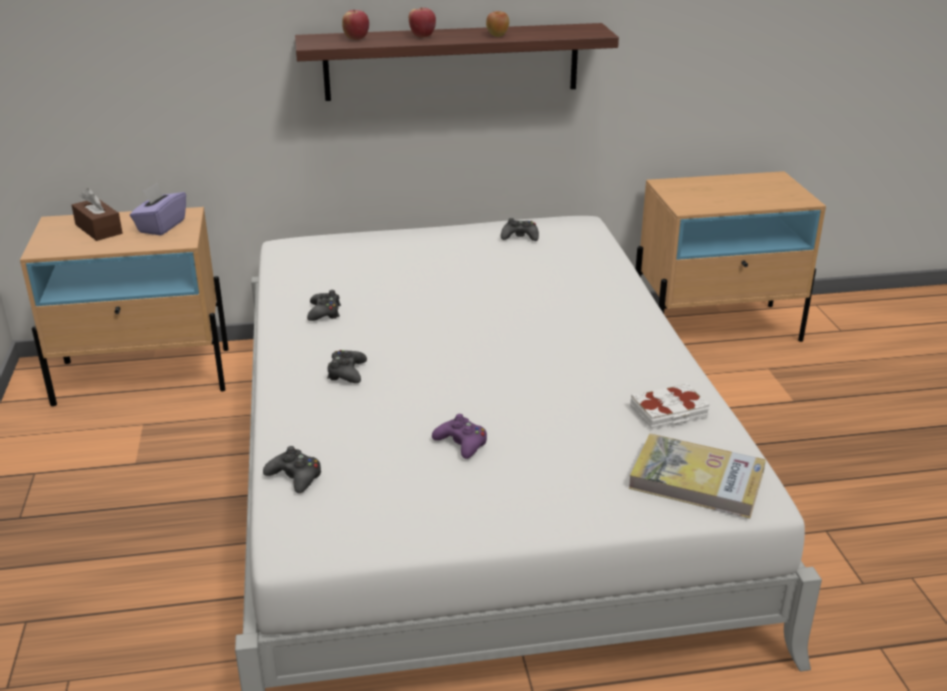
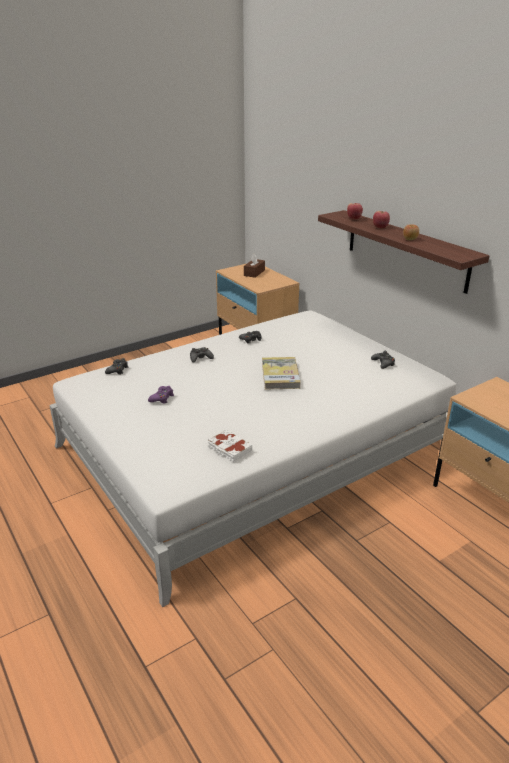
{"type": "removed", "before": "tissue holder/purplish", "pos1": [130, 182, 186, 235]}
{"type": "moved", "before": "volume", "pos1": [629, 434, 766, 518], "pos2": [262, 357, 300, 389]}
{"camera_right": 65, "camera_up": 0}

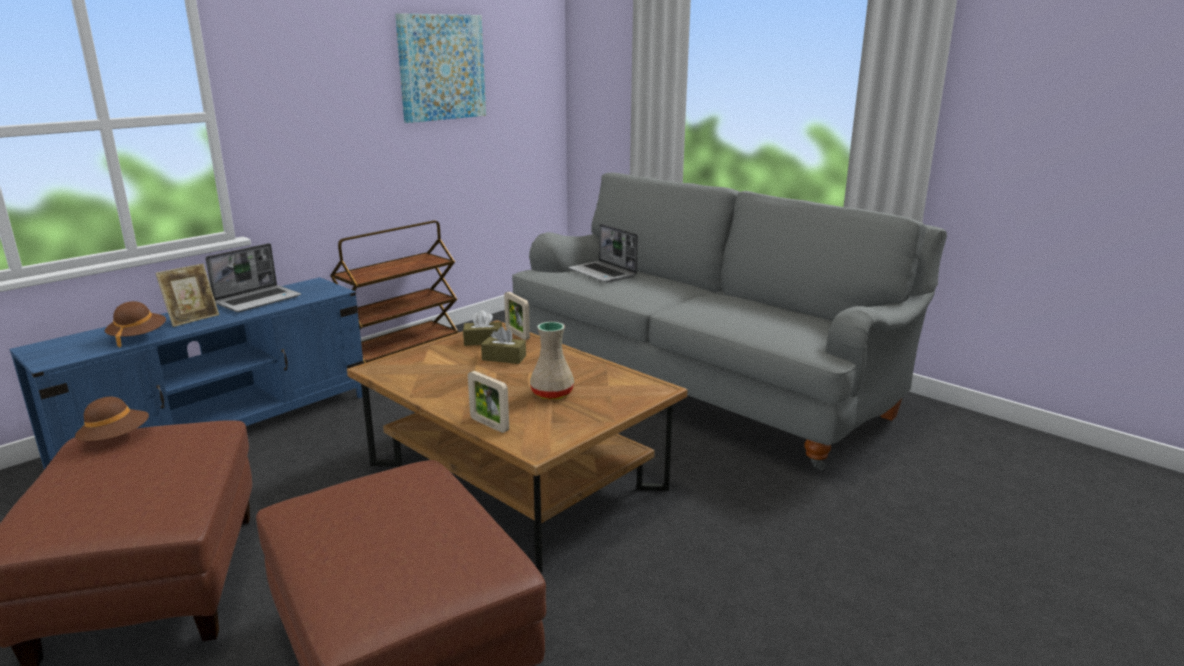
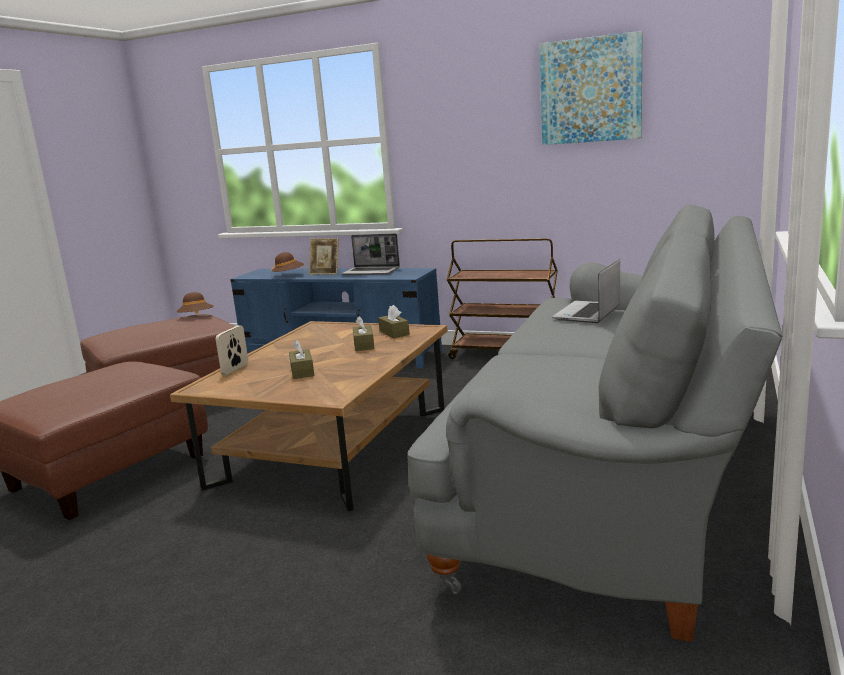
{"type": "removed", "before": "photo frame", "pos1": [504, 292, 530, 340]}
{"type": "replaced", "before": "vase/sand-coloured", "after": "tissue holder/brown-coloured", "pos1": [530, 322, 574, 400], "pos2": [289, 340, 314, 379]}
{"camera_right": 70, "camera_up": -5}

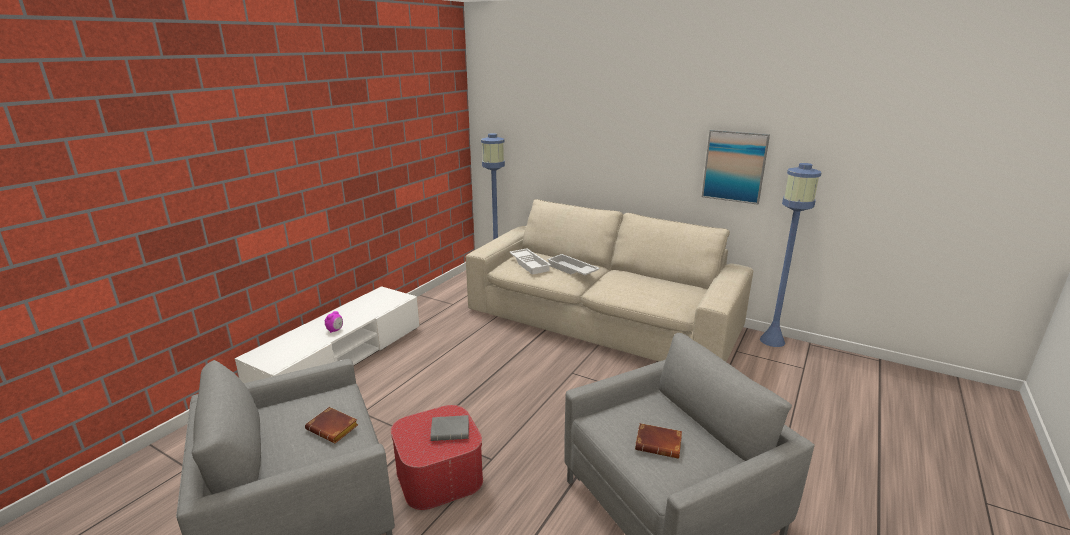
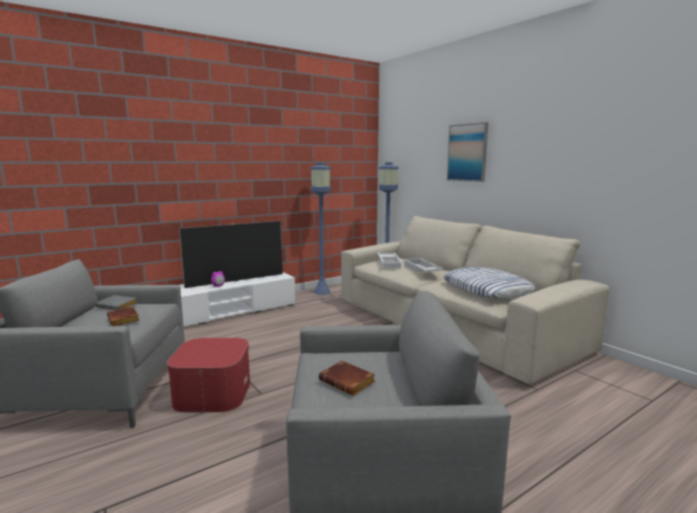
{"type": "moved", "before": "volume/greyish", "pos1": [430, 415, 469, 441], "pos2": [96, 295, 138, 310]}
{"type": "moved", "before": "picture", "pos1": [702, 130, 770, 205], "pos2": [447, 122, 488, 182]}
{"type": "moved", "before": "floor lamp/blue", "pos1": [760, 163, 822, 347], "pos2": [310, 162, 331, 295]}
{"type": "added", "after": "TV set", "pos2": [179, 221, 283, 288]}
{"type": "added", "after": "cushion", "pos2": [443, 267, 535, 299]}
{"camera_right": 25, "camera_up": -10}

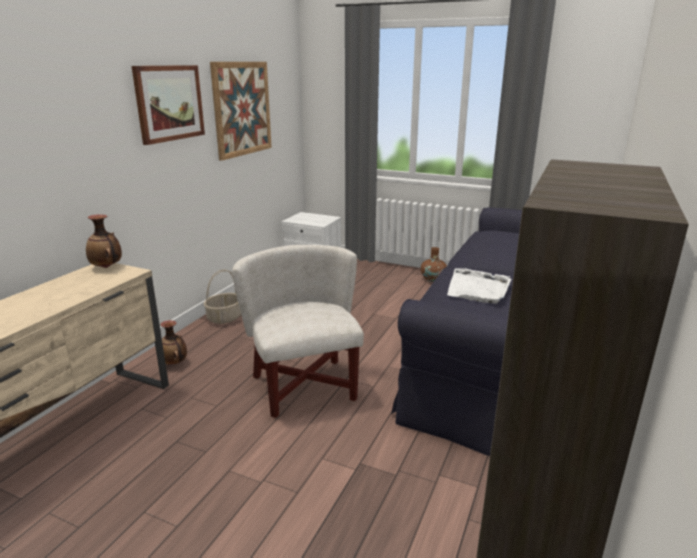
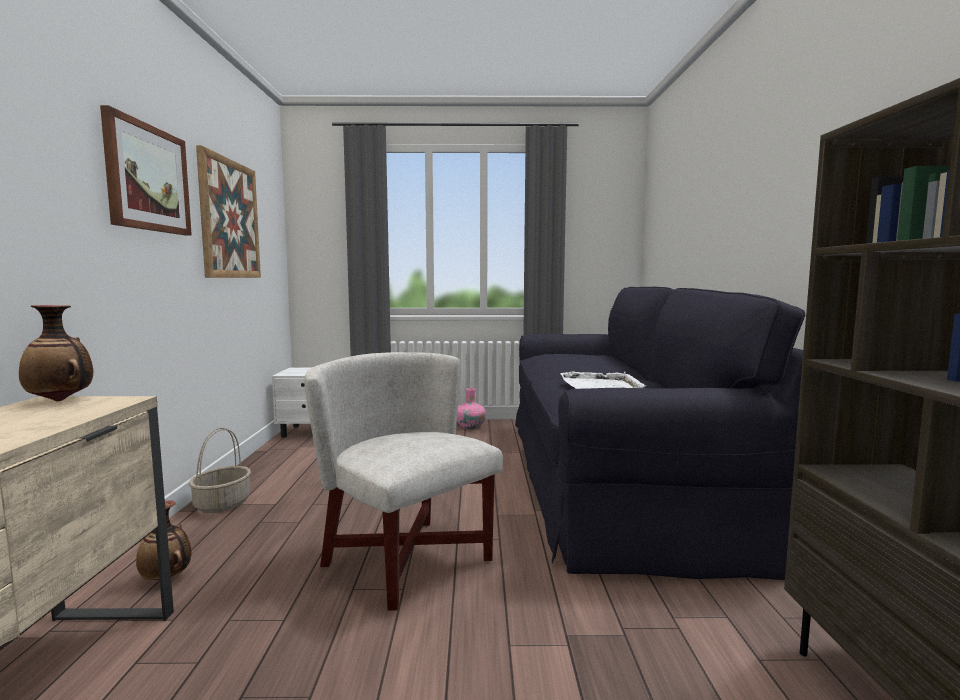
{"type": "recoloured", "before": "vase/brown-coloured", "after": "vase/pinkish", "pos1": [421, 247, 447, 282], "pos2": [457, 388, 486, 429]}
{"camera_right": -25, "camera_up": -15}

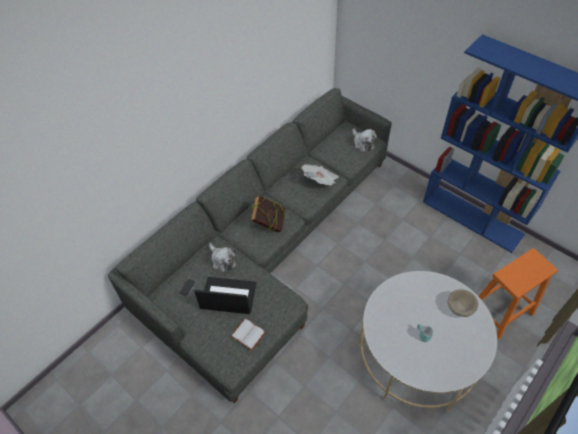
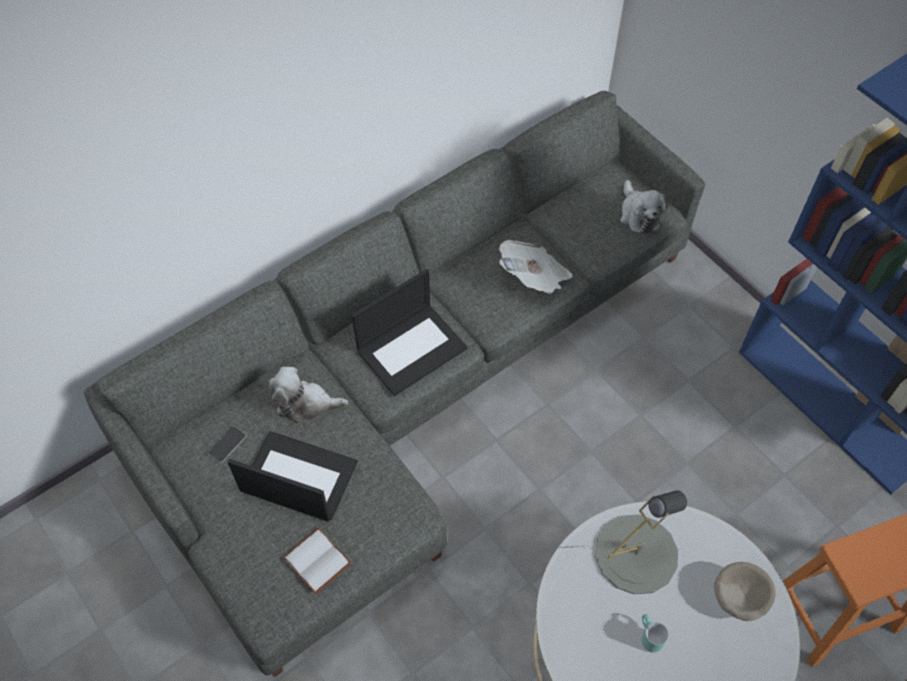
{"type": "turned", "before": "cuddly toy", "pos1": [209, 243, 236, 272], "pos2": [268, 367, 348, 423], "turn": 120}
{"type": "replaced", "before": "volume", "after": "notebook computer", "pos1": [251, 196, 286, 232], "pos2": [352, 269, 468, 396]}
{"type": "added", "after": "table lamp/greyish", "pos2": [595, 490, 687, 594]}
{"camera_right": 10, "camera_up": 5}

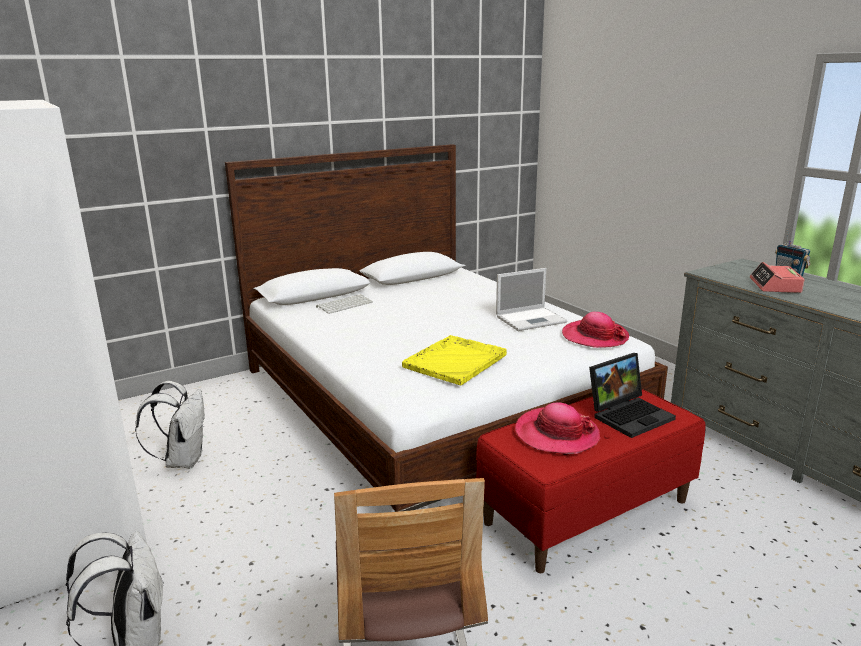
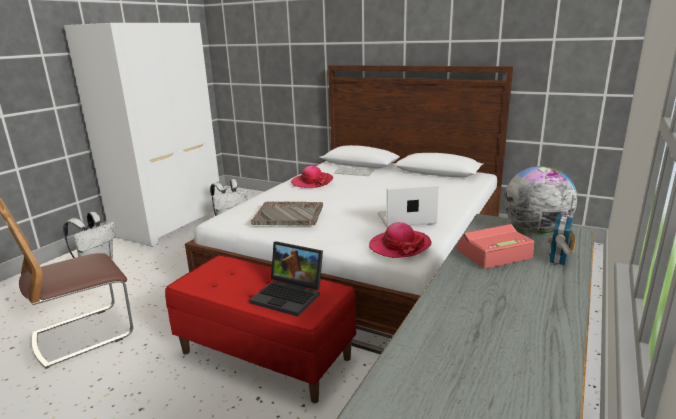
{"type": "recoloured", "before": "serving tray/yellow-coloured", "after": "serving tray/greyish", "pos1": [402, 335, 507, 385], "pos2": [251, 202, 323, 226]}
{"type": "turned", "before": "notebook computer", "pos1": [496, 268, 567, 331], "pos2": [378, 184, 439, 228], "turn": 135}
{"type": "moved", "before": "hat", "pos1": [515, 402, 600, 454], "pos2": [291, 166, 333, 188]}
{"type": "added", "after": "globe", "pos2": [504, 166, 578, 234]}
{"camera_right": 60, "camera_up": 0}

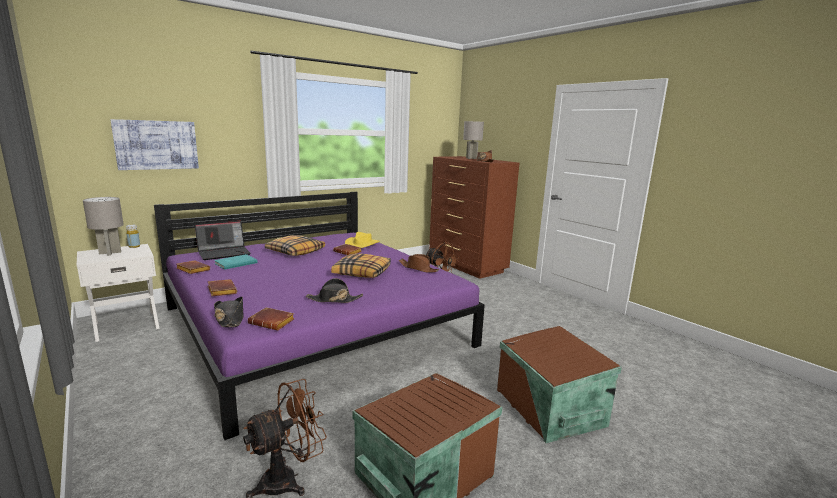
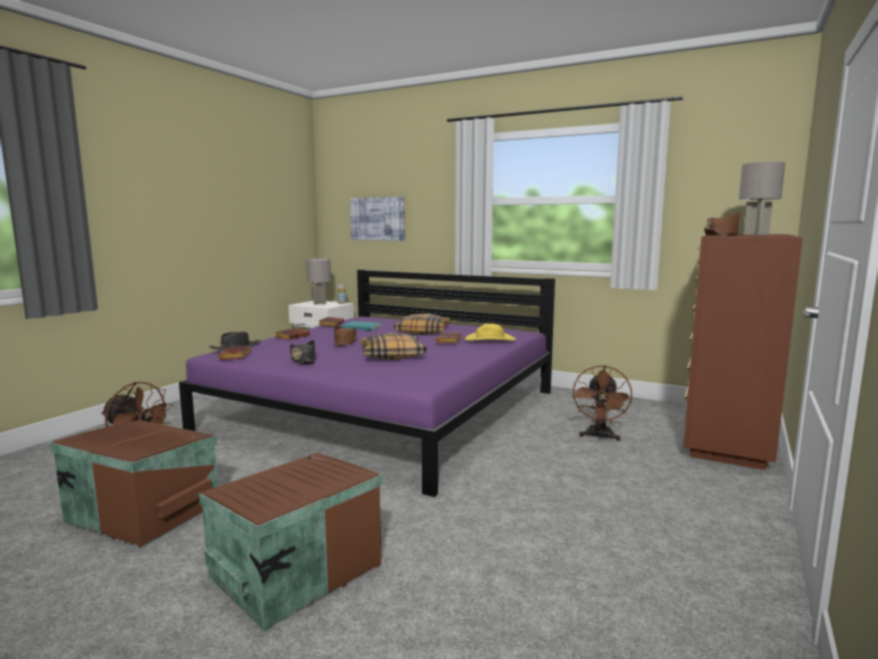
{"type": "removed", "before": "notebook computer", "pos1": [195, 221, 251, 260]}
{"type": "moved", "before": "hat/brown-coloured", "pos1": [399, 254, 439, 273], "pos2": [334, 325, 357, 346]}
{"camera_right": 65, "camera_up": -5}

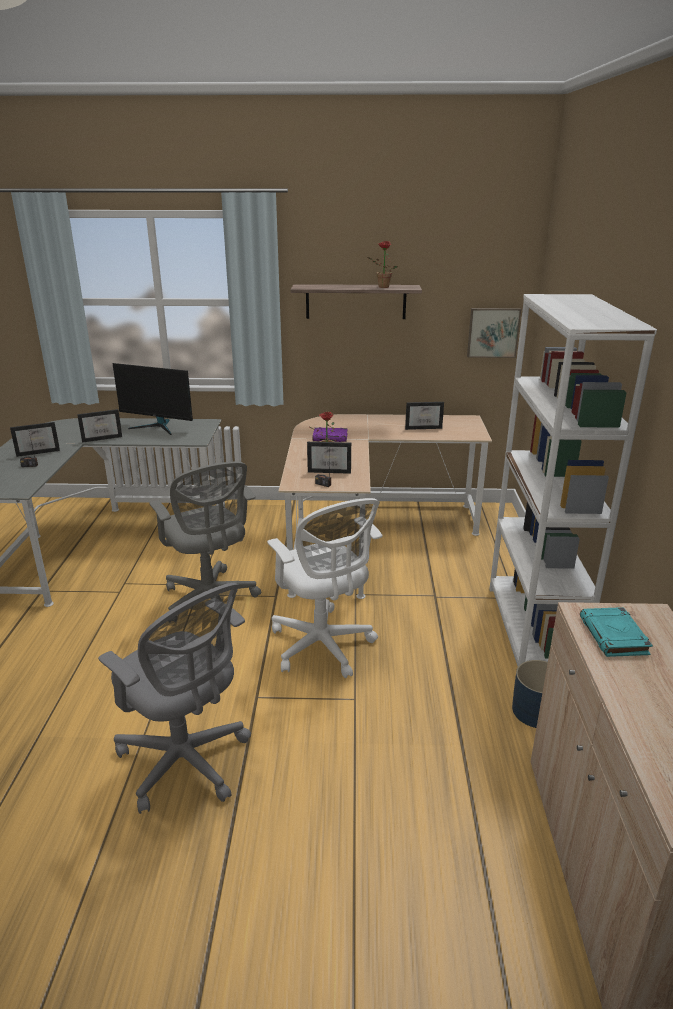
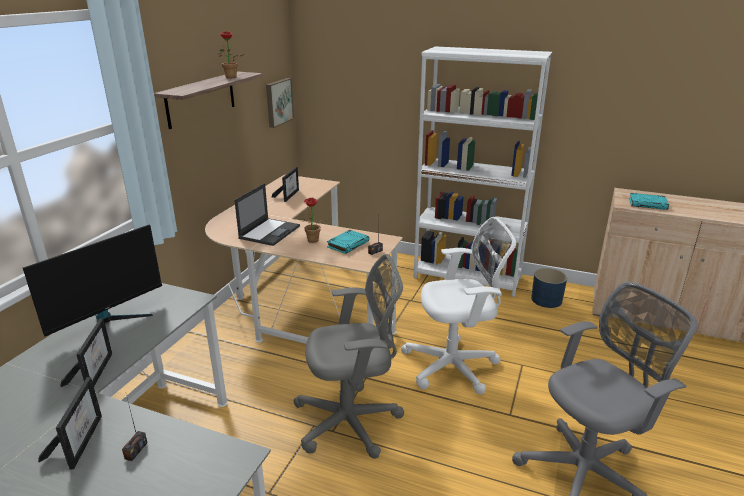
{"type": "replaced", "before": "photo frame", "after": "volume/turquoise-coloured", "pos1": [307, 442, 351, 474], "pos2": [327, 230, 369, 254]}
{"type": "replaced", "before": "volume/purplish", "after": "notebook computer", "pos1": [313, 427, 348, 442], "pos2": [234, 183, 300, 246]}
{"camera_right": -70, "camera_up": 0}

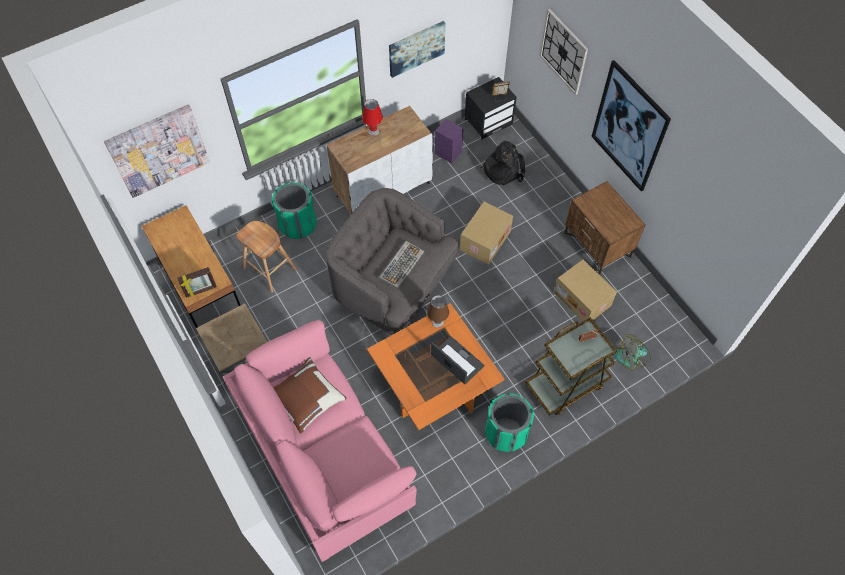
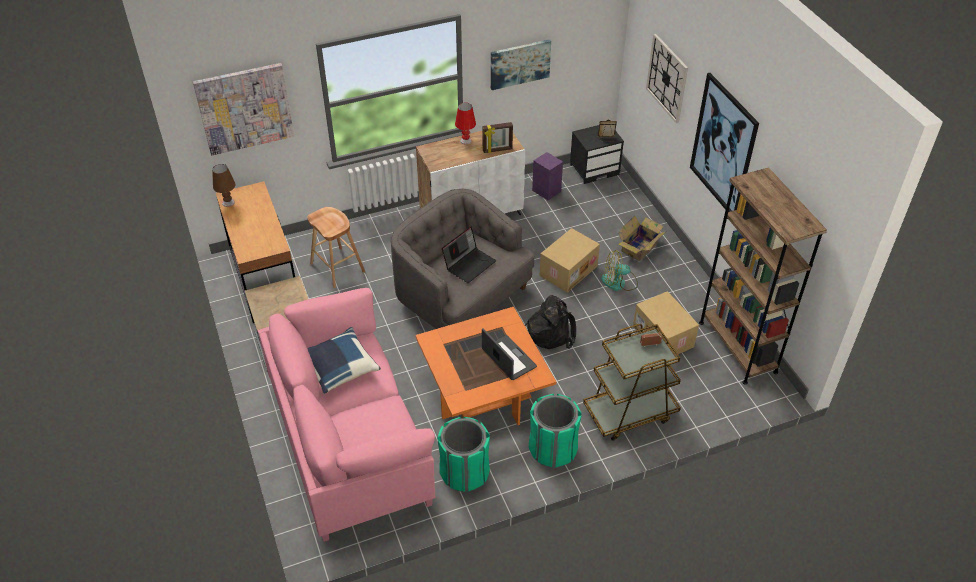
{"type": "moved", "before": "photo frame", "pos1": [177, 267, 217, 298], "pos2": [483, 122, 513, 153]}
{"type": "moved", "before": "rubbish bin/greenish", "pos1": [272, 182, 317, 239], "pos2": [437, 417, 490, 492]}
{"type": "recoloured", "before": "cushion/brown-coloured", "after": "cushion/blue", "pos1": [273, 357, 346, 434], "pos2": [307, 327, 381, 394]}
{"type": "replaced", "before": "PC keyboard", "after": "notebook computer", "pos1": [379, 241, 424, 289], "pos2": [442, 226, 496, 283]}
{"type": "moved", "before": "table lamp/brown-coloured", "pos1": [427, 295, 449, 328], "pos2": [212, 164, 235, 207]}
{"type": "moved", "before": "backpack/black", "pos1": [481, 141, 525, 185], "pos2": [524, 295, 576, 349]}
{"type": "removed", "before": "bedside table/brown-coloured", "pos1": [564, 181, 645, 275]}
{"type": "moved", "before": "cooling fan", "pos1": [614, 334, 651, 371], "pos2": [601, 250, 638, 291]}
{"type": "added", "after": "carton", "pos2": [618, 216, 665, 261]}
{"type": "added", "after": "shelving unit/brown-coloured", "pos2": [699, 167, 827, 385]}
{"camera_right": 10, "camera_up": -15}

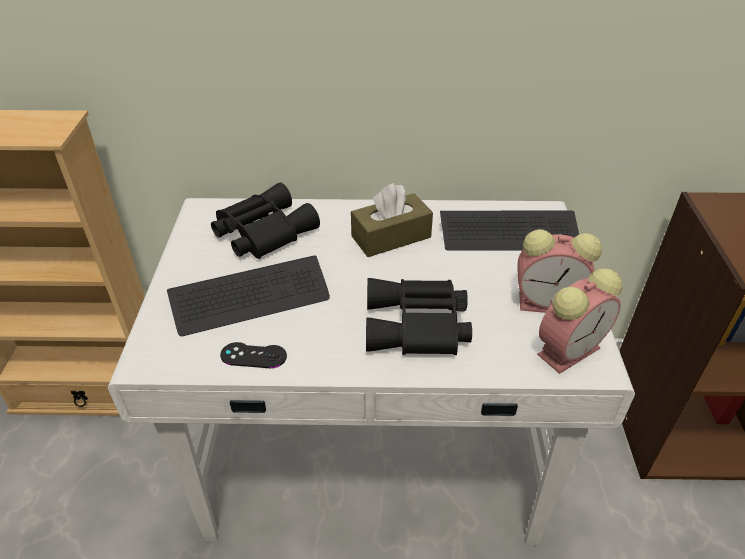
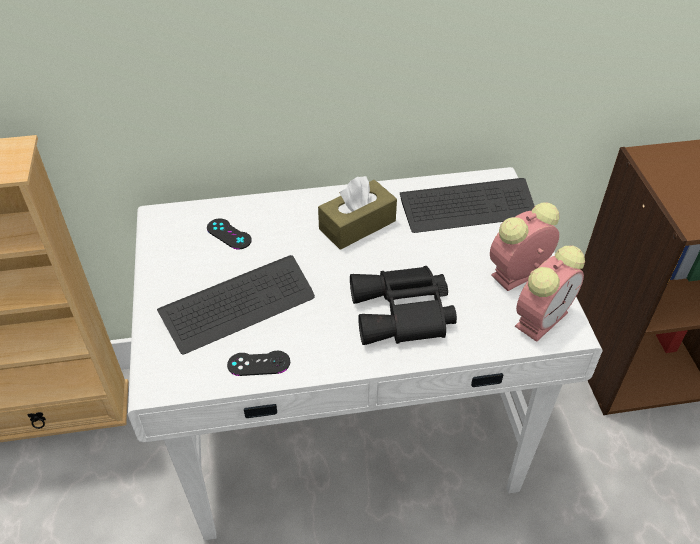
{"type": "replaced", "before": "binoculars/black", "after": "joypad/black", "pos1": [211, 183, 320, 259], "pos2": [207, 219, 252, 249]}
{"type": "turned", "before": "bedside clock", "pos1": [517, 229, 602, 313], "pos2": [490, 203, 560, 291], "turn": 150}
{"camera_right": -10, "camera_up": 5}

